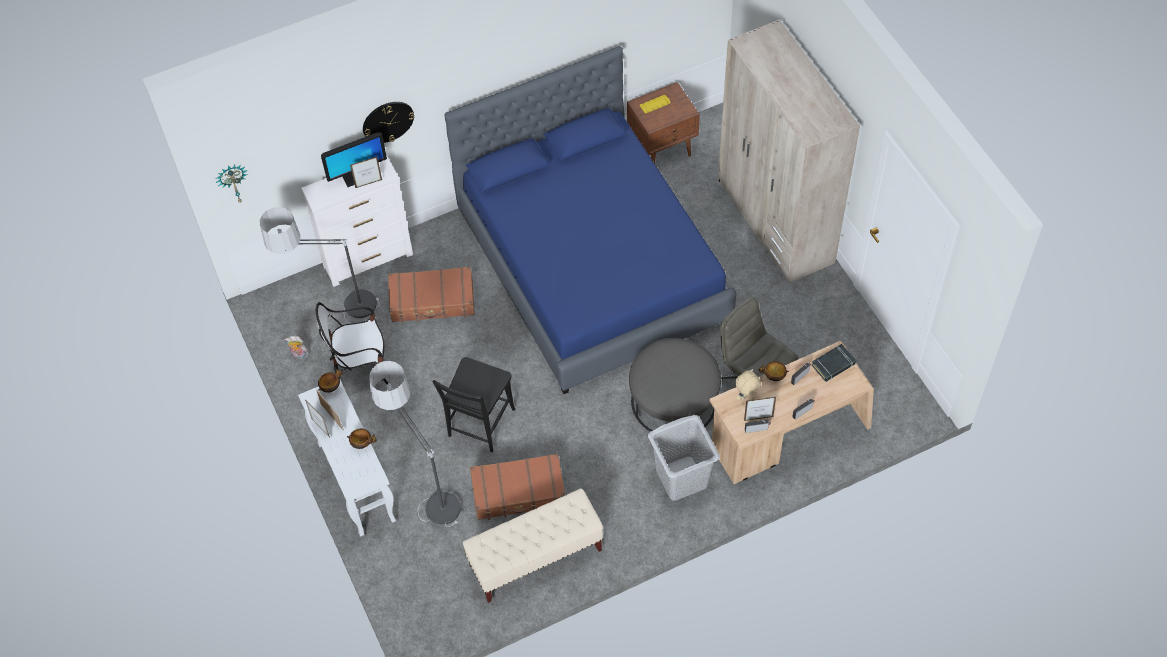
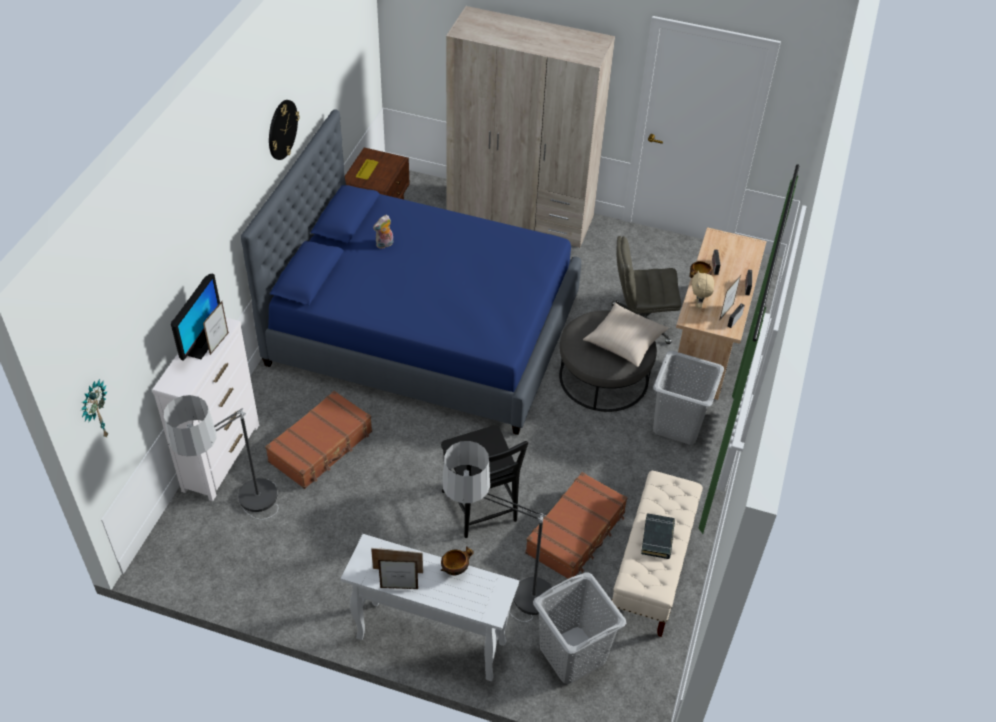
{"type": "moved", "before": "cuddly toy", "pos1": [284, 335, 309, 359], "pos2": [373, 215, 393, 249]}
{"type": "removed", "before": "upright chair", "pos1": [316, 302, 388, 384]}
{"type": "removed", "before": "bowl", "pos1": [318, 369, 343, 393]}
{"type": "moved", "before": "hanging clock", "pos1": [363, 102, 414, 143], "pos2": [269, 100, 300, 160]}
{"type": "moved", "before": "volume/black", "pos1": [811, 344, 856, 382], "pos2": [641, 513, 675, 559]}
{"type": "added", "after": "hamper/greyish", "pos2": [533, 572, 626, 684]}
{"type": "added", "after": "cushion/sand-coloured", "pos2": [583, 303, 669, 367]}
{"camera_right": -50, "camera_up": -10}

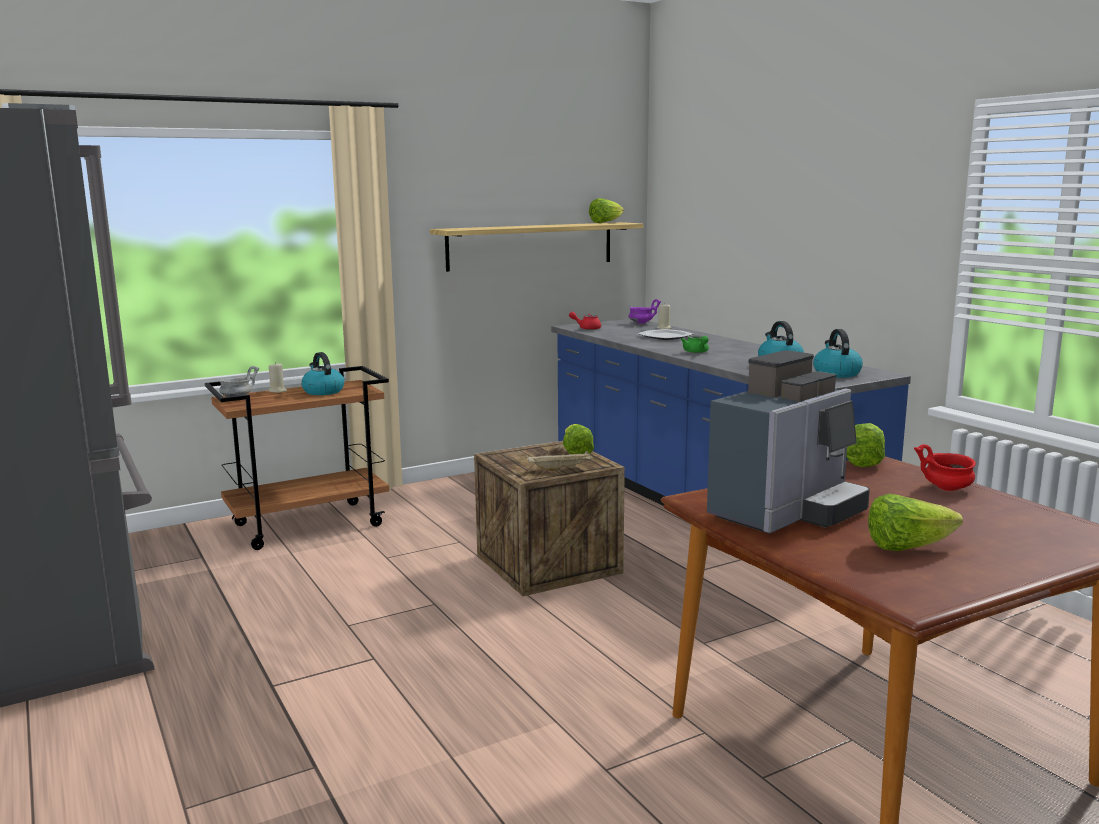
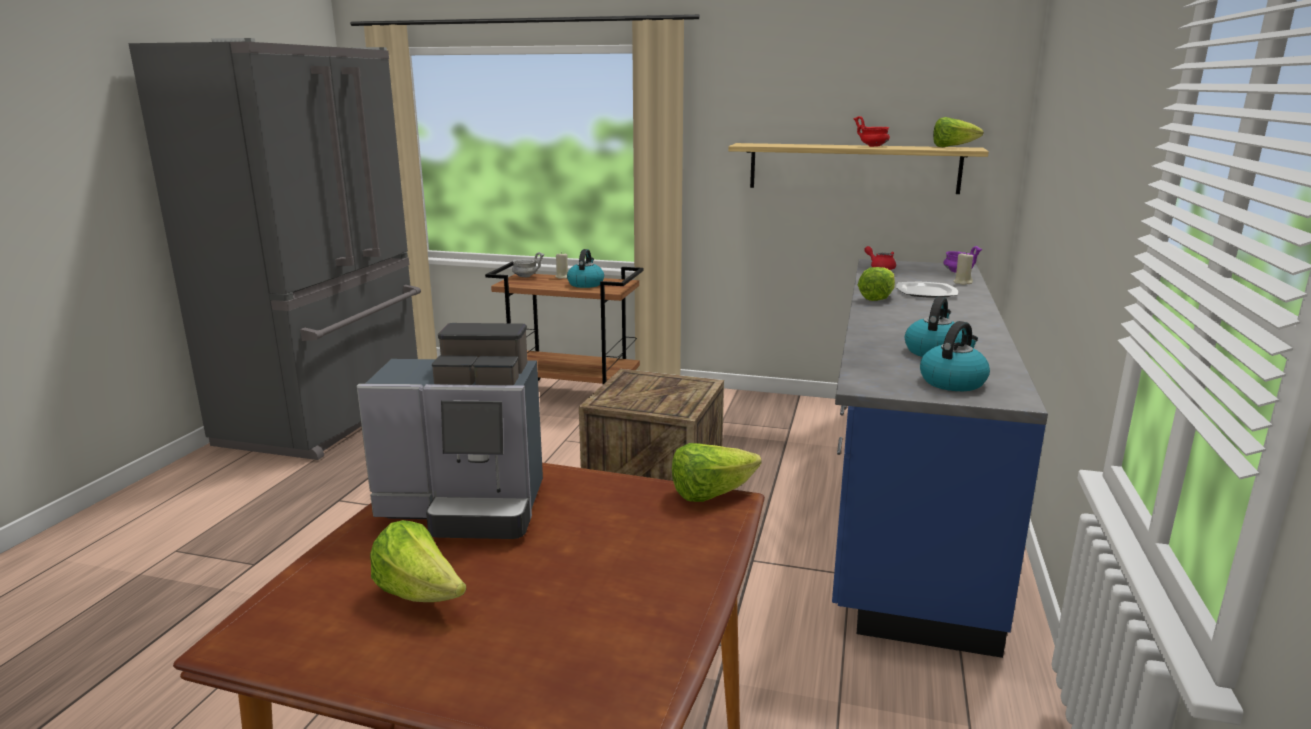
{"type": "removed", "before": "serving tray/sand-coloured", "pos1": [527, 451, 595, 471]}
{"type": "moved", "before": "head of lettuce", "pos1": [563, 424, 594, 454], "pos2": [858, 267, 895, 301]}
{"type": "removed", "before": "pot for tea/greenish", "pos1": [681, 336, 709, 353]}
{"type": "moved", "before": "bowl/red", "pos1": [914, 444, 976, 491], "pos2": [853, 116, 890, 147]}
{"camera_right": 45, "camera_up": 5}

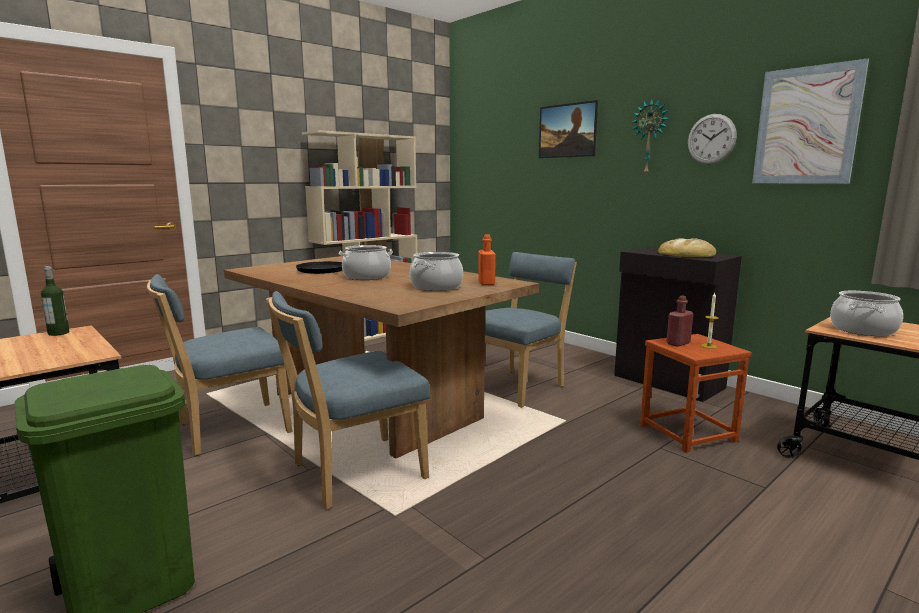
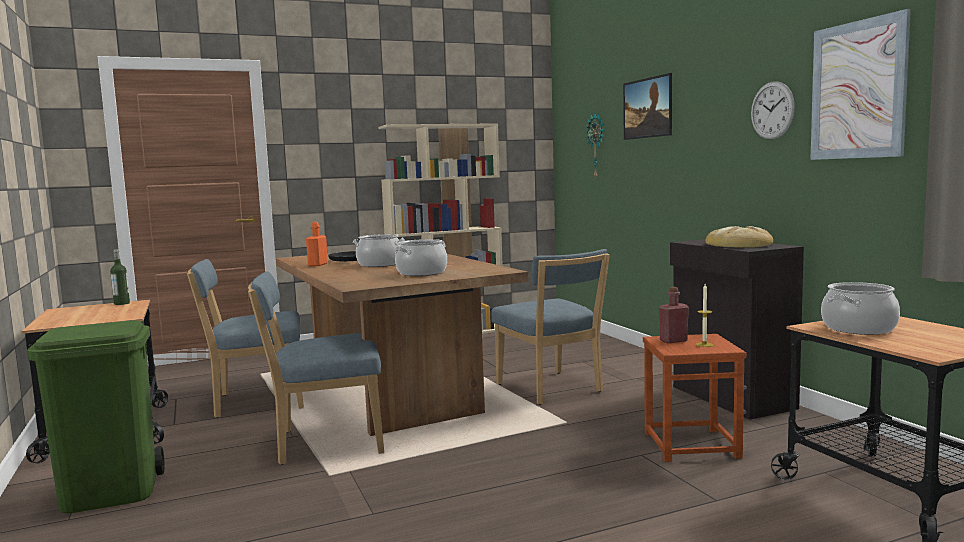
{"type": "moved", "before": "drink bottle/orange-coloured", "pos1": [478, 234, 496, 285], "pos2": [306, 222, 328, 266]}
{"type": "turned", "before": "upright chair/blue", "pos1": [485, 252, 577, 408], "pos2": [492, 249, 610, 405], "turn": 90}
{"type": "moved", "before": "hanging clock", "pos1": [632, 99, 670, 174], "pos2": [585, 113, 604, 179]}
{"camera_right": 20, "camera_up": -5}

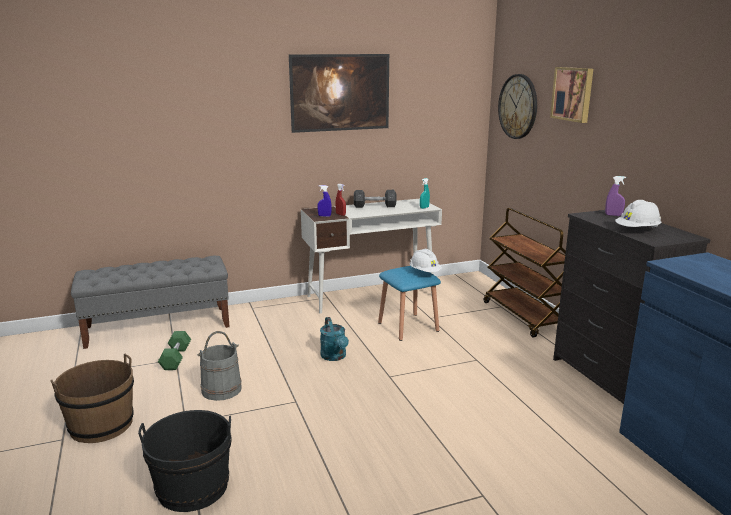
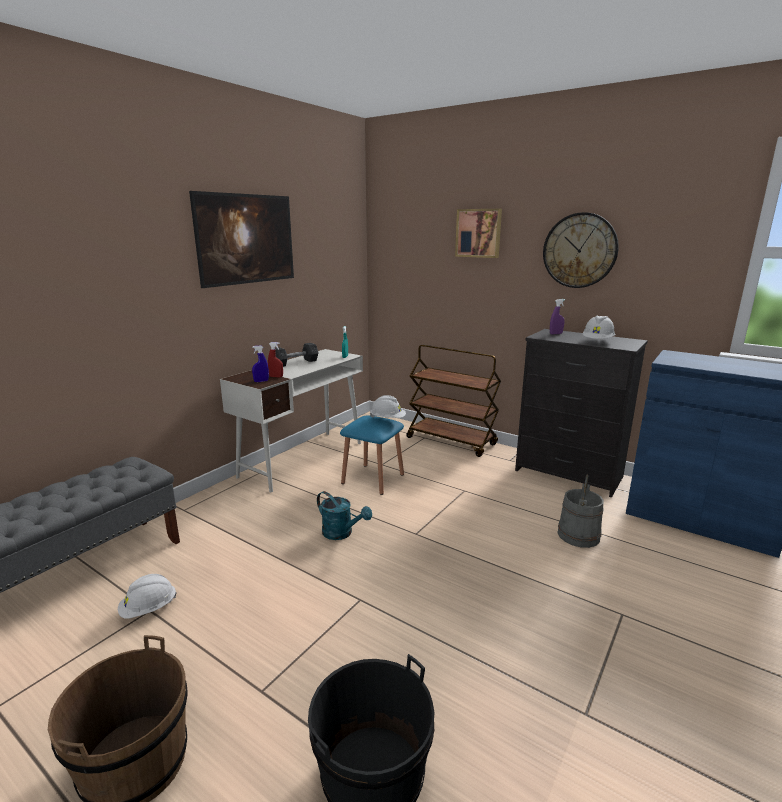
{"type": "replaced", "before": "hand weight/greenish", "after": "hard hat/whitish", "pos1": [158, 331, 191, 370], "pos2": [118, 574, 177, 619]}
{"type": "moved", "before": "pail/greyish", "pos1": [197, 331, 242, 401], "pos2": [557, 475, 604, 548]}
{"type": "moved", "before": "hanging clock", "pos1": [498, 74, 537, 139], "pos2": [543, 212, 619, 288]}
{"camera_right": -35, "camera_up": 0}

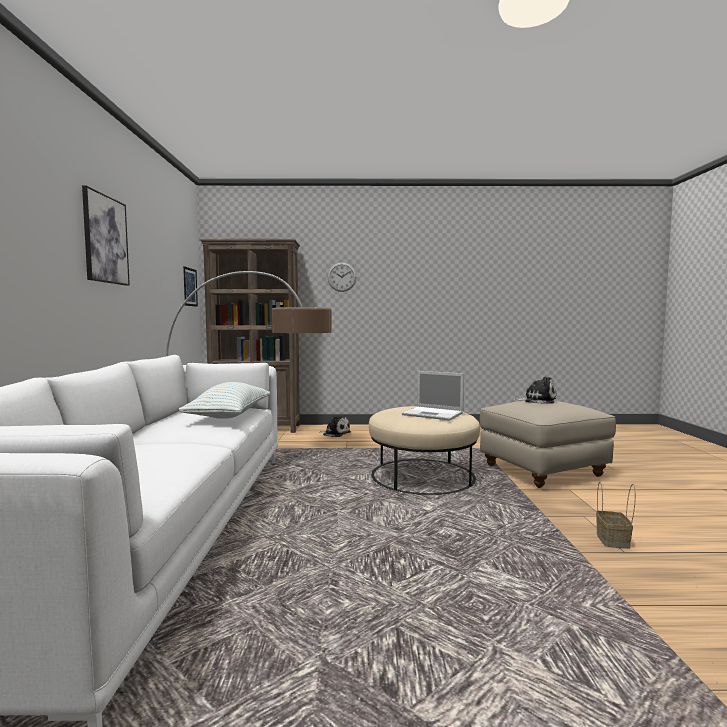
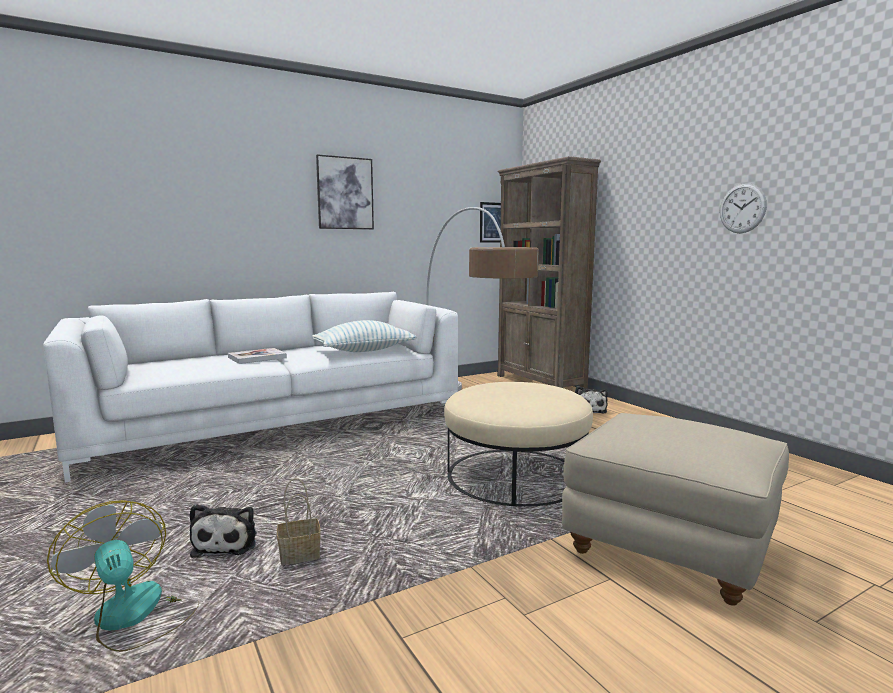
{"type": "moved", "before": "hanging clock", "pos1": [327, 262, 356, 292], "pos2": [720, 183, 767, 233]}
{"type": "removed", "before": "notebook computer", "pos1": [402, 371, 464, 420]}
{"type": "moved", "before": "cuddly toy", "pos1": [512, 376, 556, 404], "pos2": [190, 504, 257, 558]}
{"type": "moved", "before": "basket", "pos1": [596, 482, 636, 549], "pos2": [277, 478, 321, 565]}
{"type": "added", "after": "cooling fan", "pos2": [47, 500, 199, 652]}
{"type": "added", "after": "volume", "pos2": [228, 348, 287, 364]}
{"camera_right": 60, "camera_up": 5}

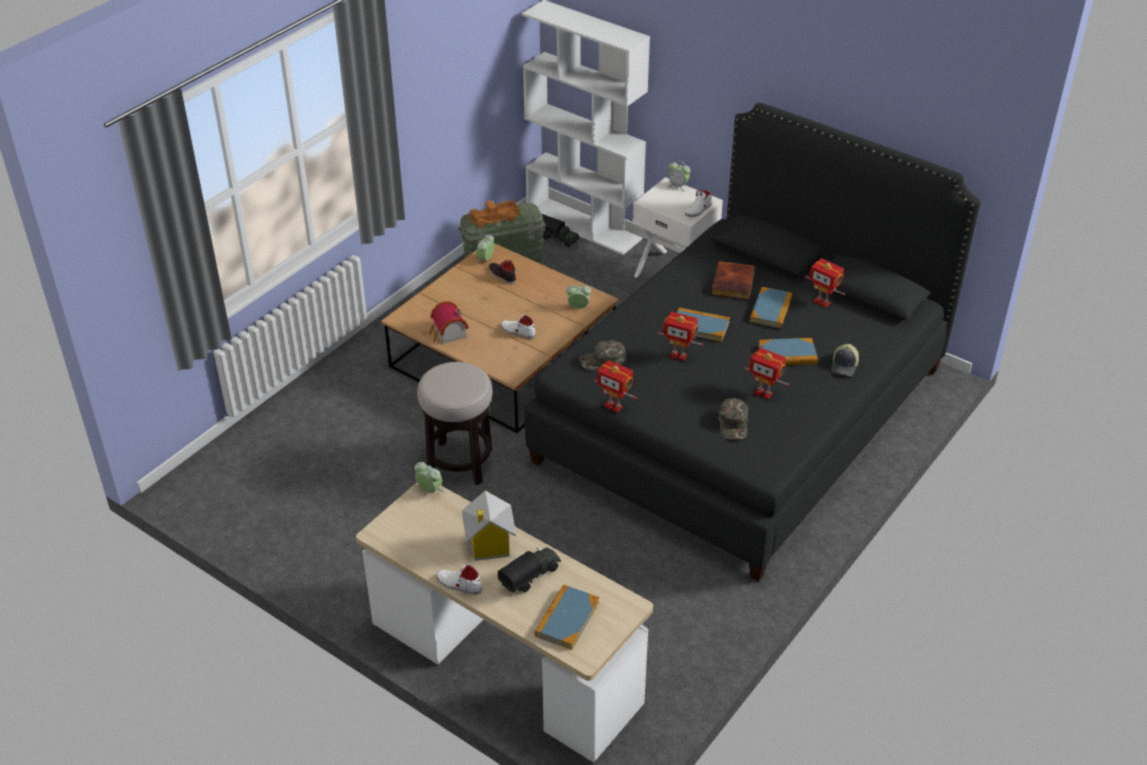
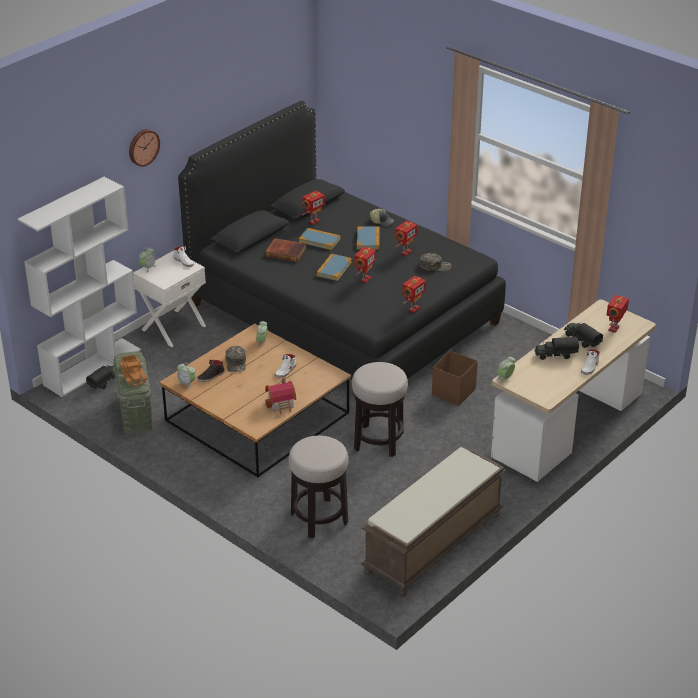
{"type": "replaced", "before": "toy house", "after": "toy truck", "pos1": [462, 490, 516, 561], "pos2": [535, 337, 579, 360]}
{"type": "replaced", "before": "volume", "after": "toy robot", "pos1": [534, 584, 599, 650], "pos2": [607, 295, 629, 333]}
{"type": "moved", "before": "baseball cap/greenish", "pos1": [579, 340, 626, 370], "pos2": [225, 346, 246, 372]}
{"type": "added", "after": "hanging clock", "pos2": [129, 129, 160, 167]}
{"type": "added", "after": "sitting stool", "pos2": [289, 436, 349, 538]}
{"type": "added", "after": "indoor bench/brown-coloured", "pos2": [361, 447, 506, 596]}
{"type": "added", "after": "storage box/brown-coloured", "pos2": [432, 350, 478, 406]}
{"camera_right": -85, "camera_up": -5}

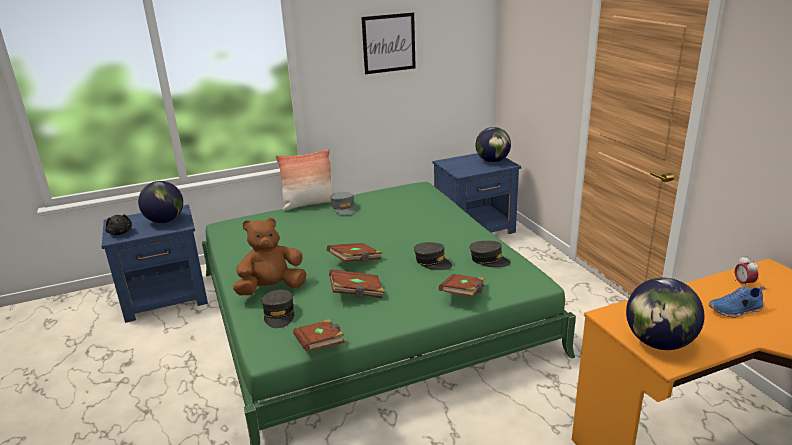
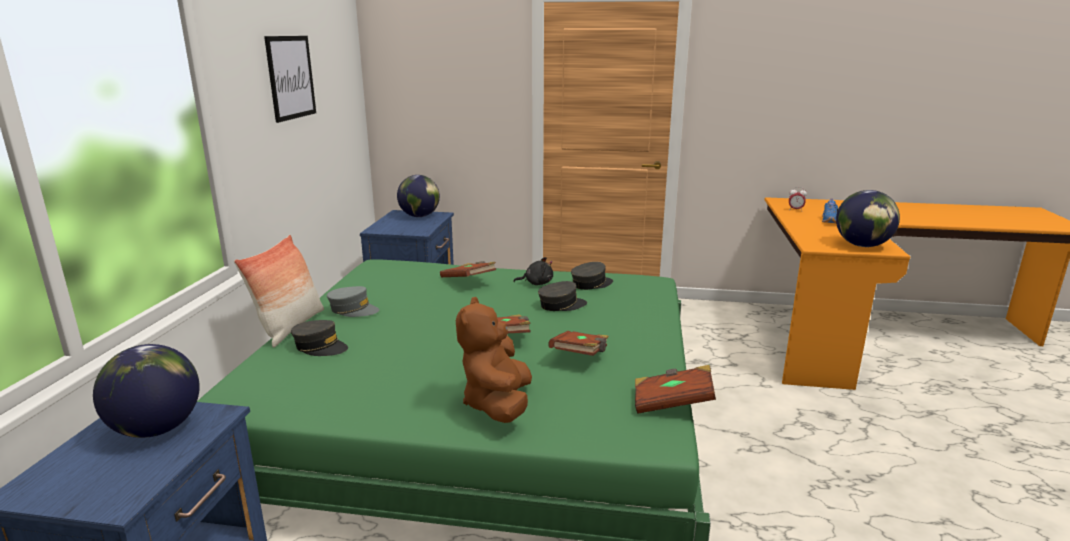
{"type": "moved", "before": "cuddly toy/black", "pos1": [105, 214, 132, 235], "pos2": [514, 257, 553, 285]}
{"type": "moved", "before": "baseball cap/greyish", "pos1": [261, 289, 294, 328], "pos2": [291, 320, 348, 356]}
{"type": "moved", "before": "volume/brown-coloured", "pos1": [439, 274, 485, 297], "pos2": [440, 261, 496, 277]}
{"camera_right": -60, "camera_up": -5}

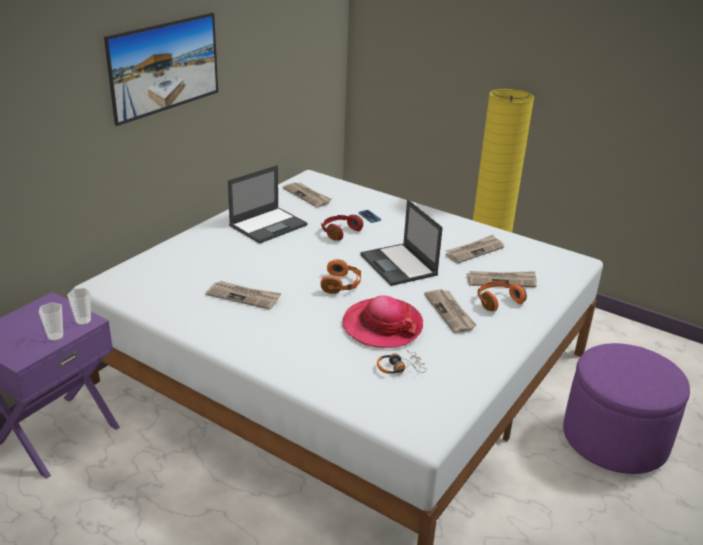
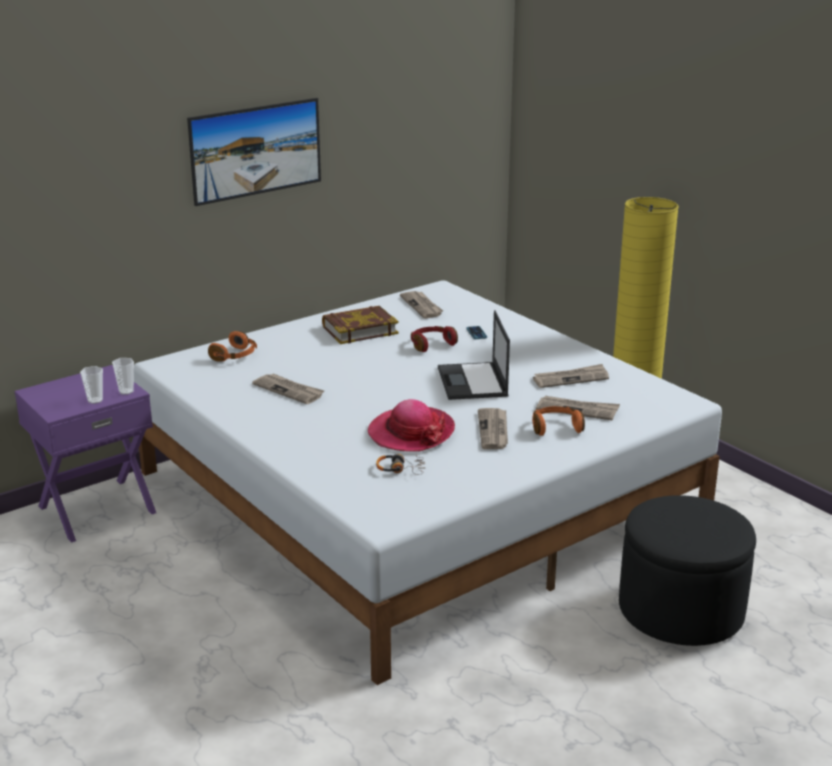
{"type": "replaced", "before": "notebook computer", "after": "volume", "pos1": [228, 165, 308, 244], "pos2": [322, 306, 399, 344]}
{"type": "moved", "before": "headphones/orange-coloured", "pos1": [321, 260, 361, 294], "pos2": [208, 331, 257, 362]}
{"type": "recoloured", "before": "ottoman/purplish", "after": "ottoman/black", "pos1": [563, 343, 690, 474], "pos2": [619, 495, 756, 646]}
{"camera_right": 20, "camera_up": -5}

